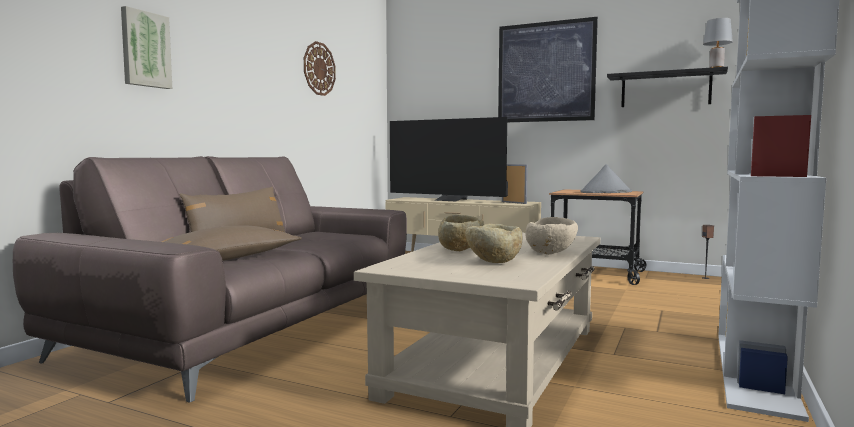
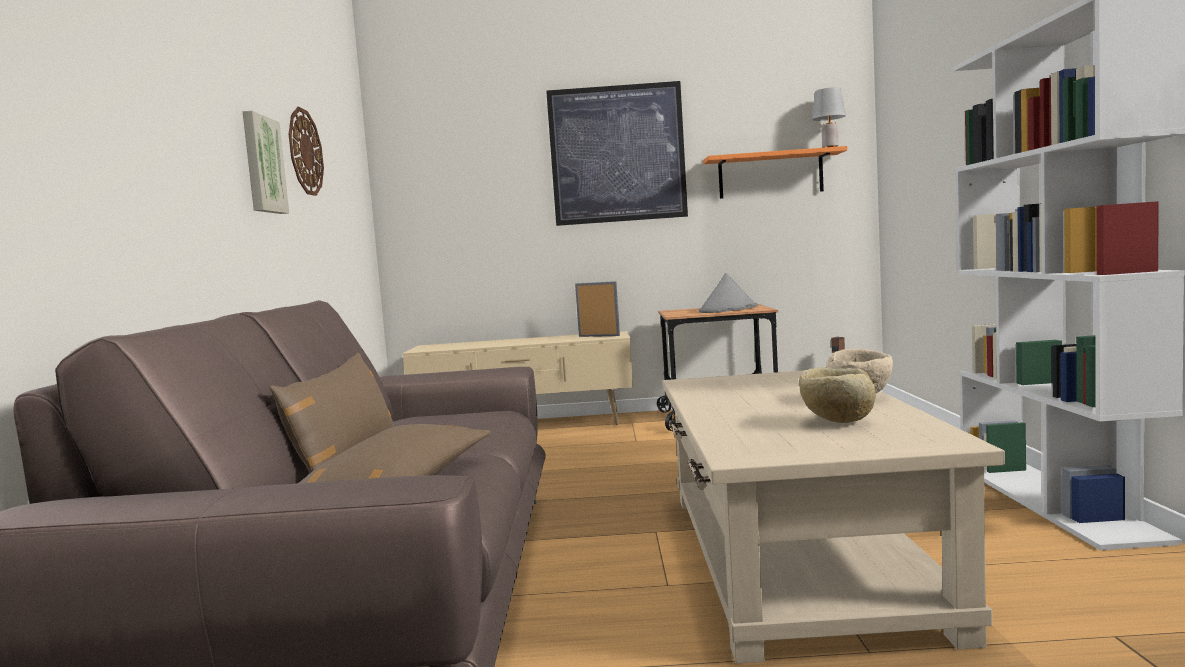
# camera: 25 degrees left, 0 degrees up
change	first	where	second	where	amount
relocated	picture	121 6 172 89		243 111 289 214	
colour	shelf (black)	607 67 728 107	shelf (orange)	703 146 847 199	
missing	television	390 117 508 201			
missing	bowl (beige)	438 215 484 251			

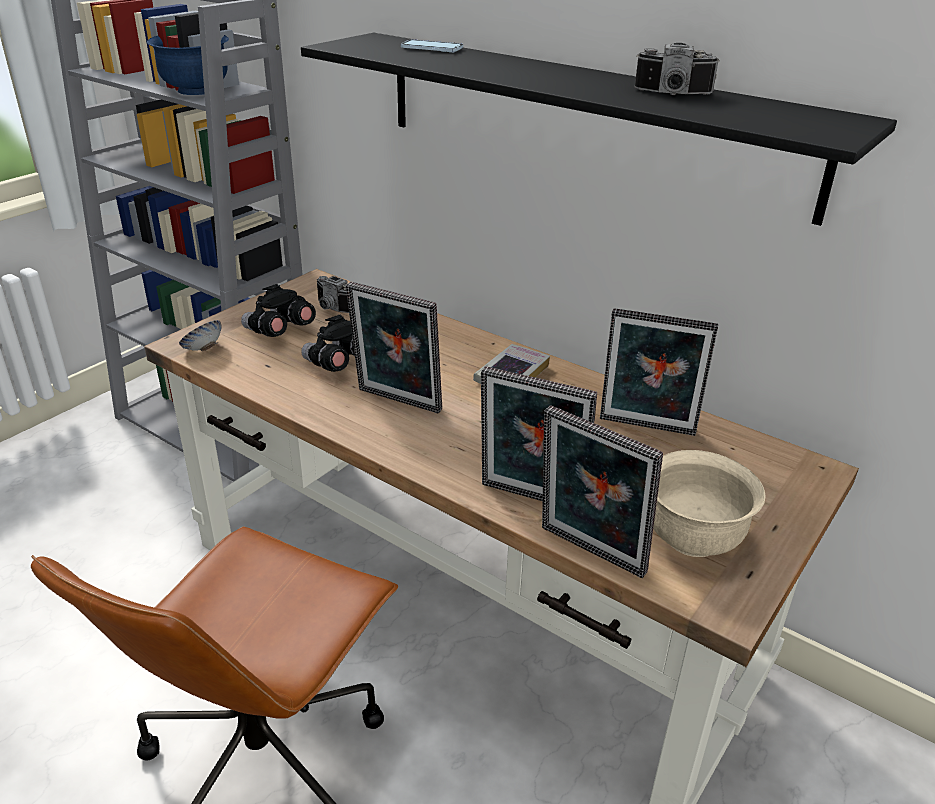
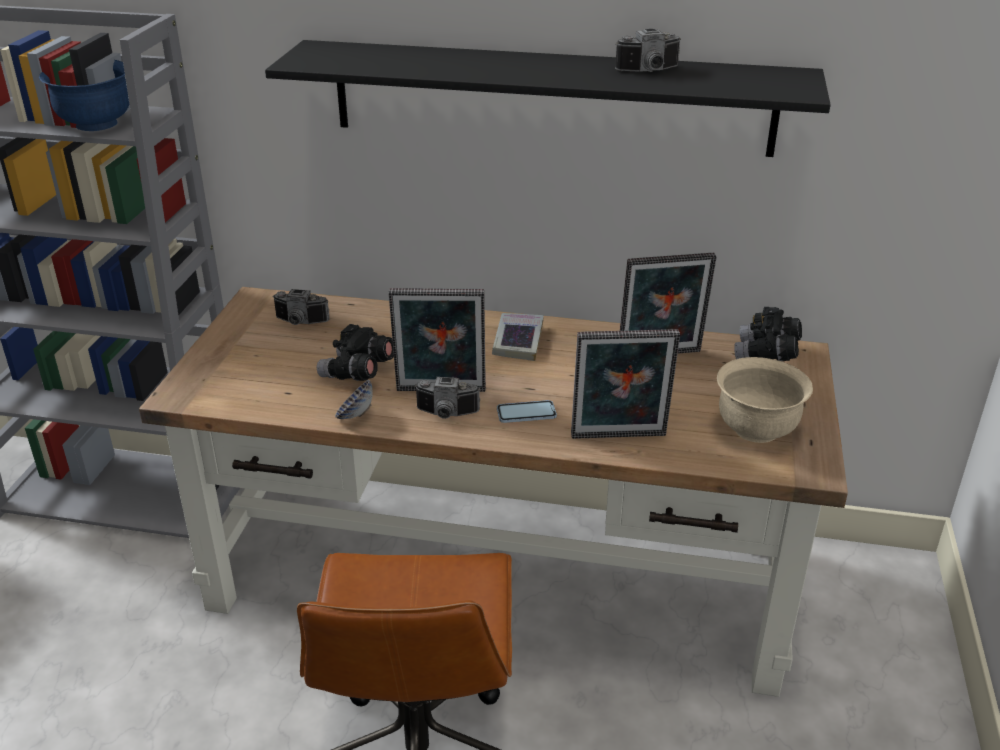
# camera: 25 degrees left, 0 degrees up
change	first	where	second	where	amount
relocated	phone	401 40 463 53		497 400 557 423	
relocated	binoculars (black)	241 284 316 337		734 307 802 361	
relocated	bowl	179 320 222 351		335 380 373 419	
missing	picture frame	542 405 663 578			
appeared			photo camera	414 377 480 419	

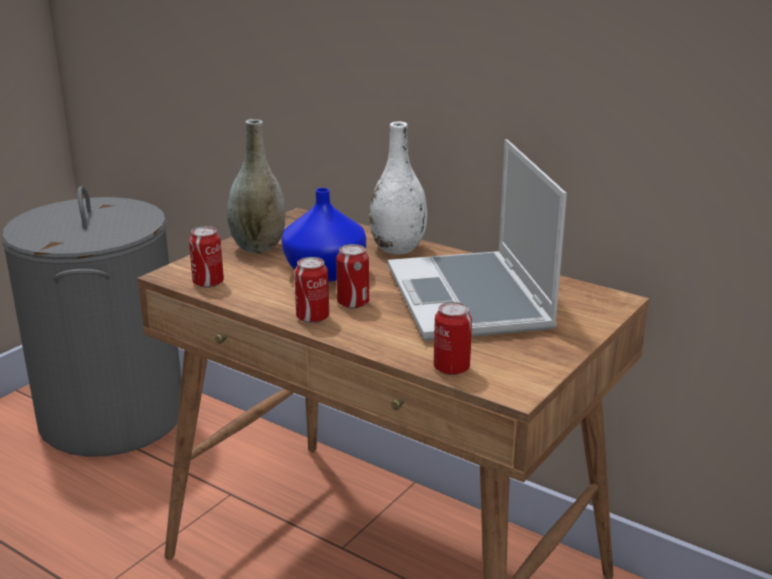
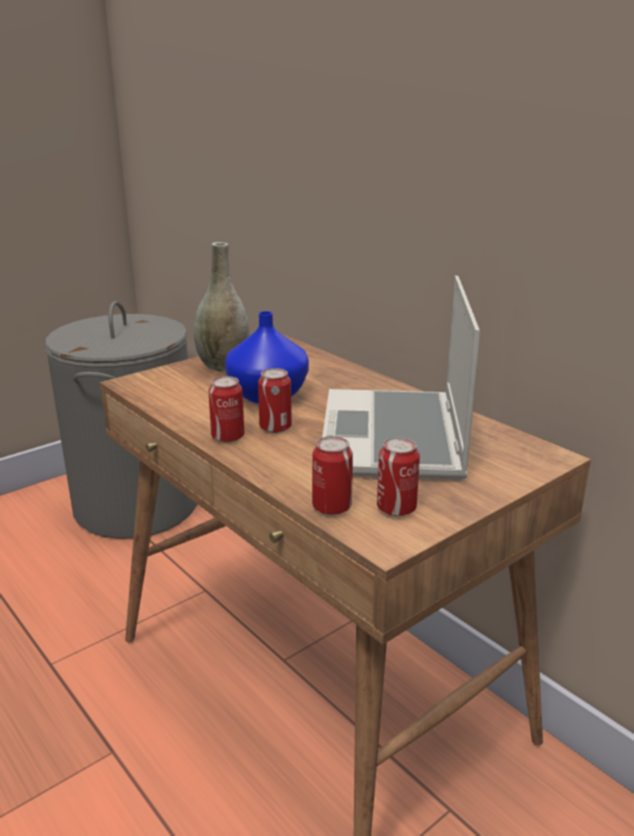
# camera: 15 degrees right, 0 degrees up
change	first	where	second	where	amount
missing	vase (white)	369 121 427 255			
relocated	can	189 226 224 288		377 437 420 516	

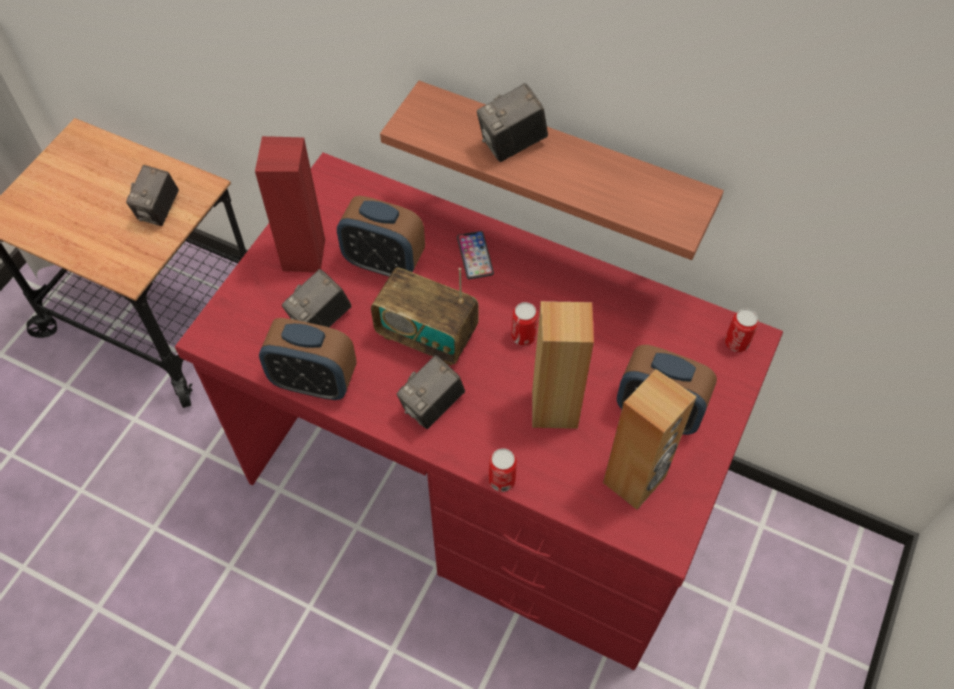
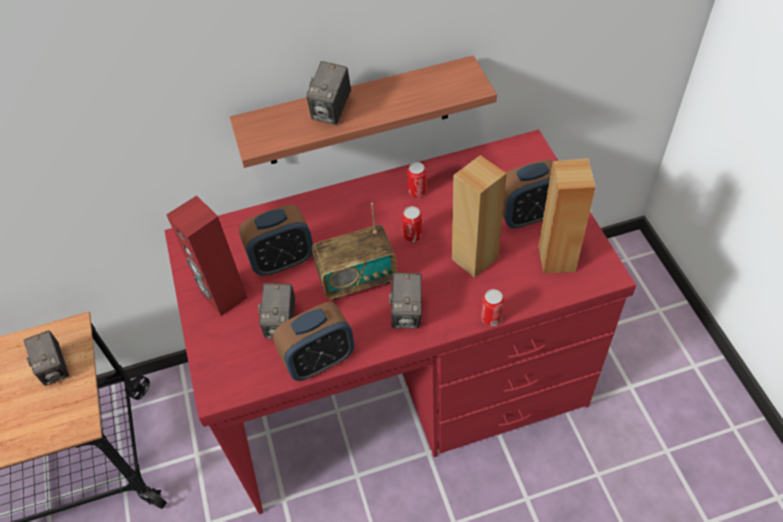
# camera: 40 degrees left, 5 degrees down
change	first	where	second	where	amount
missing	phone	457 231 494 279			
relocated	can	725 309 759 352		407 162 427 197	

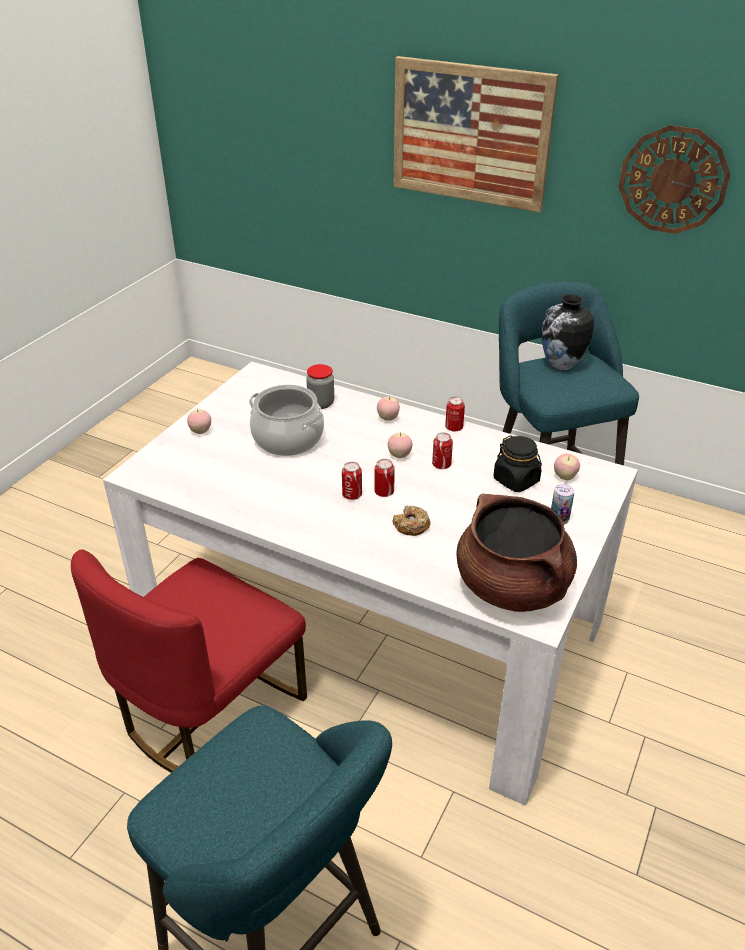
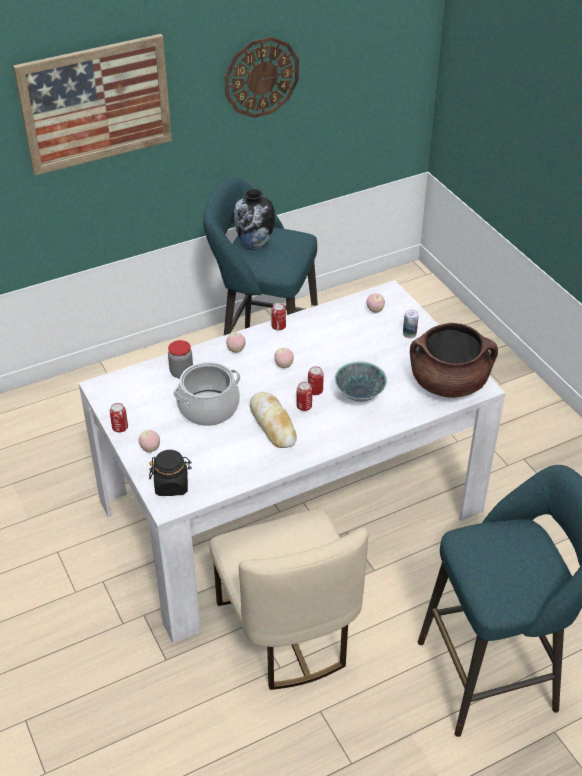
# camera: 55 degrees left, 5 degrees up
change	first	where	second	where	amount
relocated	can	432 432 453 469		110 403 128 432	
relocated	jar (black)	493 435 542 492		149 450 192 496	
exchanged	donut	392 505 430 536	bowl	334 361 387 402	
colour	chair (red)	71 549 307 773	chair (beige)	209 509 368 690	
appeared			bread	250 392 297 448	

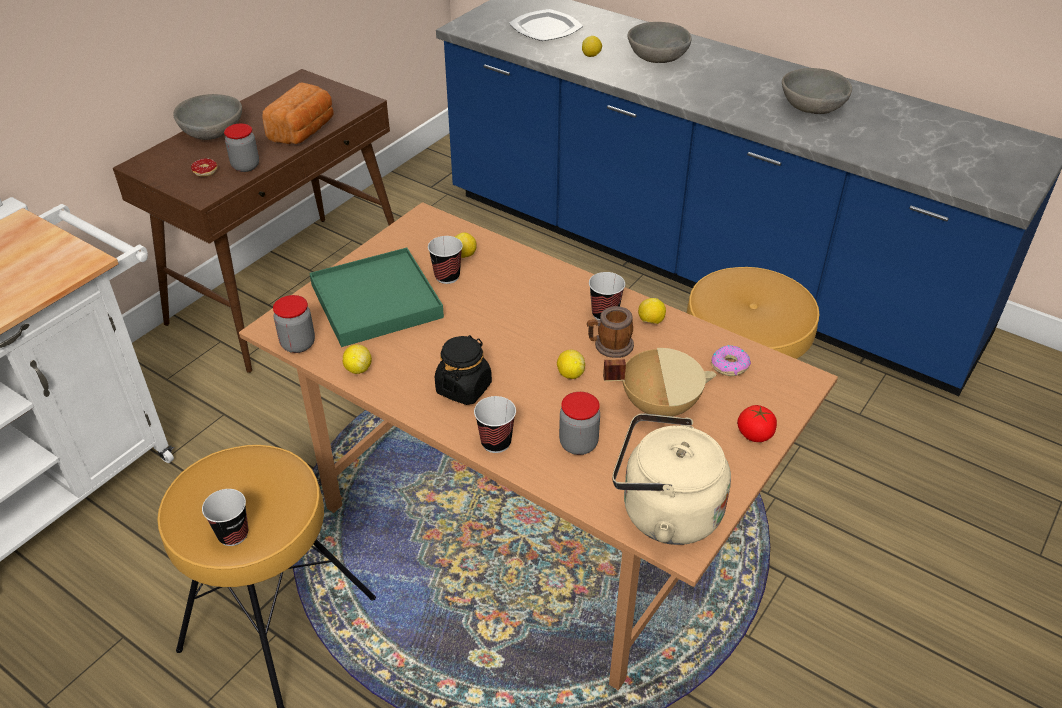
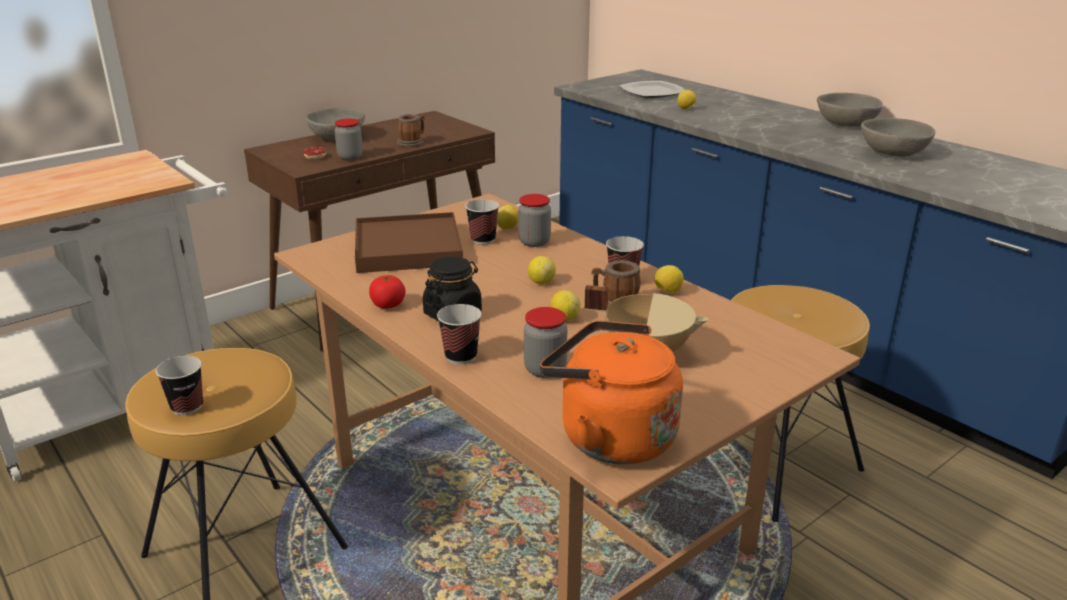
# camera: 15 degrees right, 15 degrees down
change	first	where	second	where	amount
relocated	bowl (grey)	627 22 691 63		817 93 883 127	
exchanged	bread	262 83 333 144	mug	397 114 425 147	
colour	tray (green)	309 248 444 347	tray (brown)	355 212 463 273	
relocated	jar	273 295 315 353		518 194 551 247	
relocated	lemon	343 344 372 374		528 256 556 284	
missing	donut	711 345 751 376			
relocated	tomato	737 405 777 442		369 275 405 309	
colour	kettle (beige)	612 413 731 545	kettle (orange)	540 321 683 464	

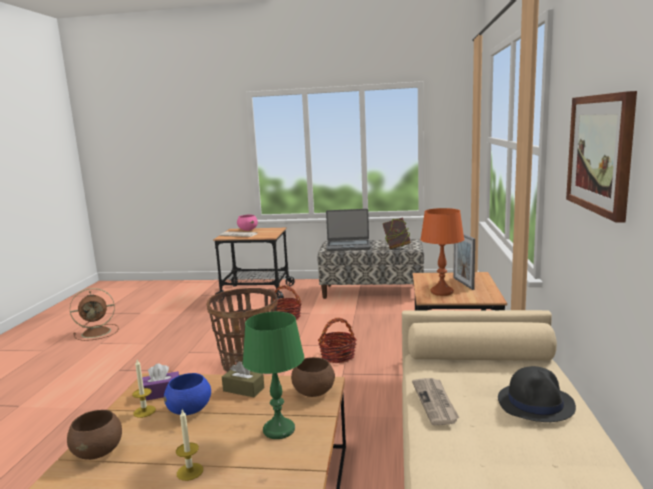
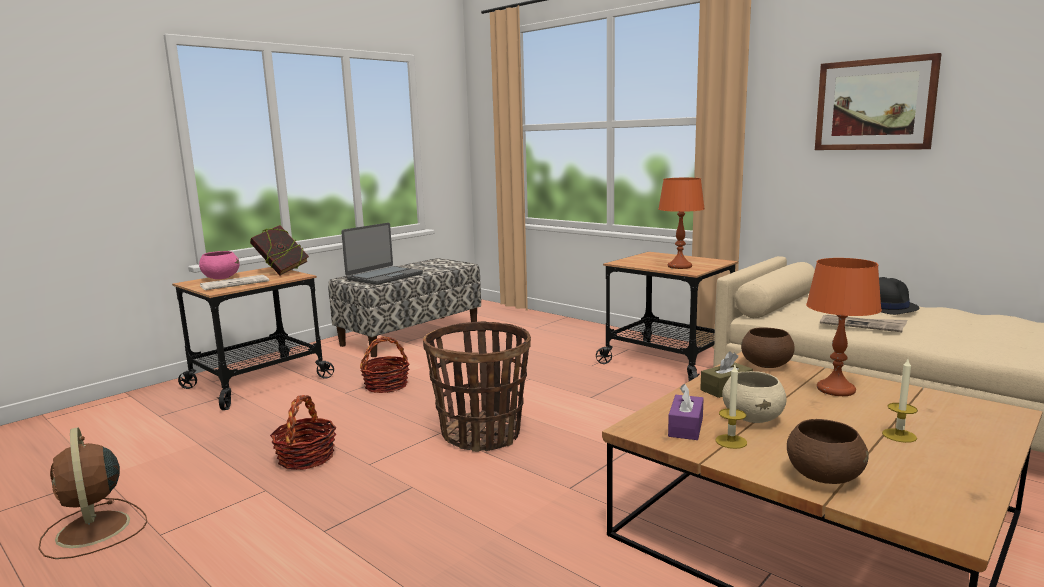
# camera: 55 degrees left, 0 degrees up
change	first	where	second	where	amount
relocated	book	383 217 411 249		250 225 309 276	
missing	picture frame	453 234 475 290			
spun	fan (brown)	70 288 119 341		38 427 147 559	135 degrees clockwise
colour	table lamp (green)	242 312 304 439	table lamp (orange)	806 258 882 396	
relocated	basket	318 318 357 363		270 395 336 470	
colour	bowl (blue)	164 373 211 415	bowl (beige)	722 371 787 423	

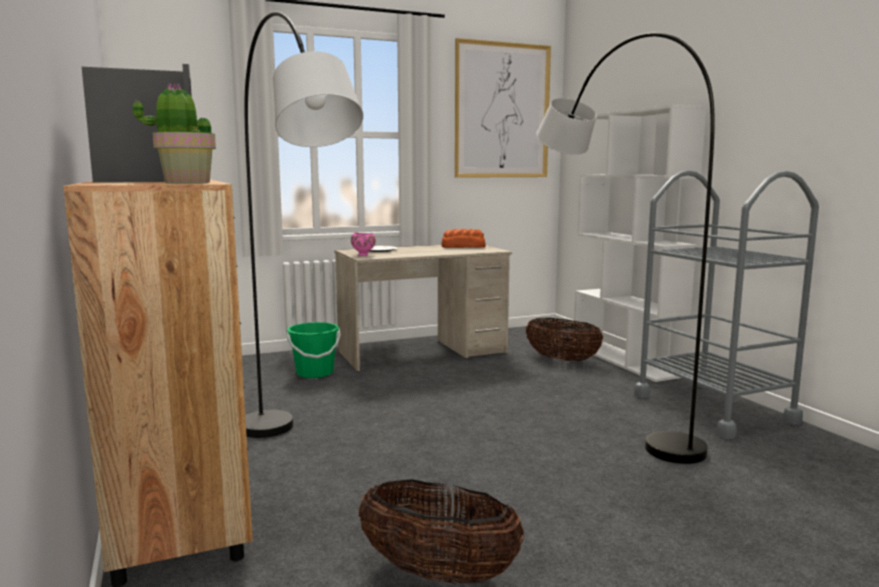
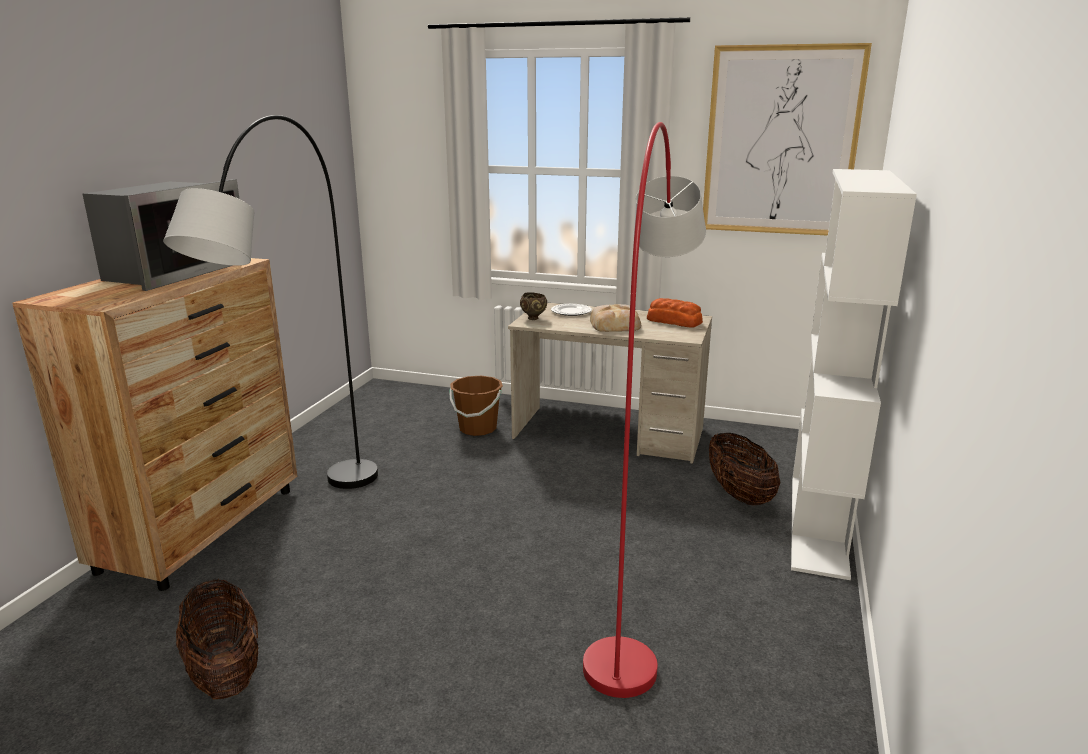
# camera: 40 degrees right, 10 degrees up
change	first	where	second	where	amount
colour	floor lamp (grey)	537 32 715 464	floor lamp (red)	583 122 706 698	
missing	potted plant	133 83 216 183			
missing	cart (grey)	634 170 819 439			
colour	bowl (pink)	351 233 376 256	bowl (brown)	520 293 547 320	
colour	bucket (green)	287 322 341 378	bucket (brown)	449 376 503 436	
appeared			bread	590 304 641 332	

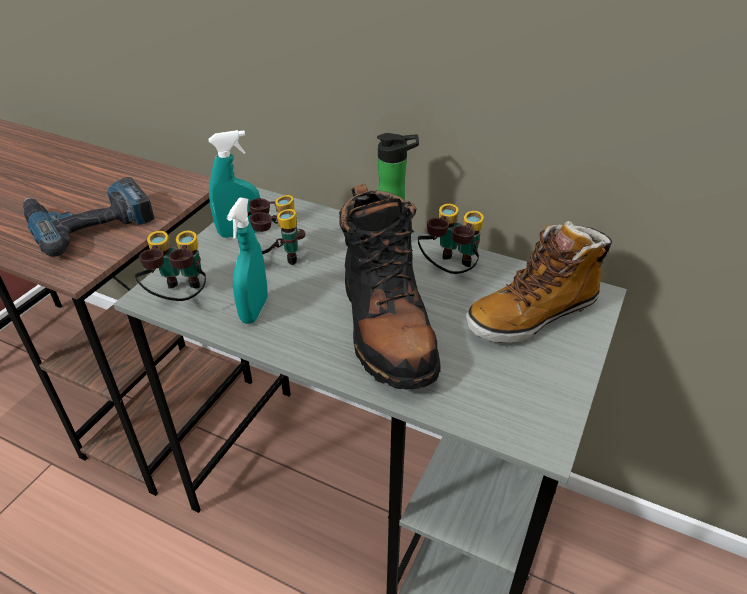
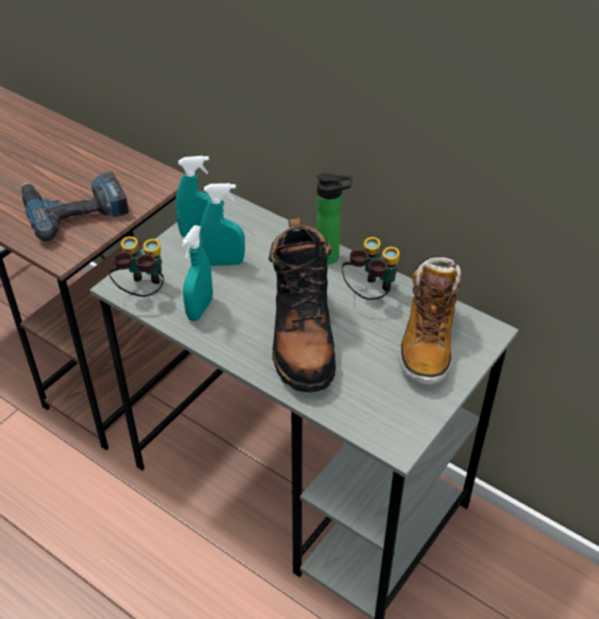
# camera: 10 degrees right, 5 degrees up
change	first	where	second	where	amount
exchanged	binoculars	237 195 305 265	spray bottle (turquoise)	200 183 245 266	
spun	boot	466 221 612 343		398 256 461 385	60 degrees counterclockwise

